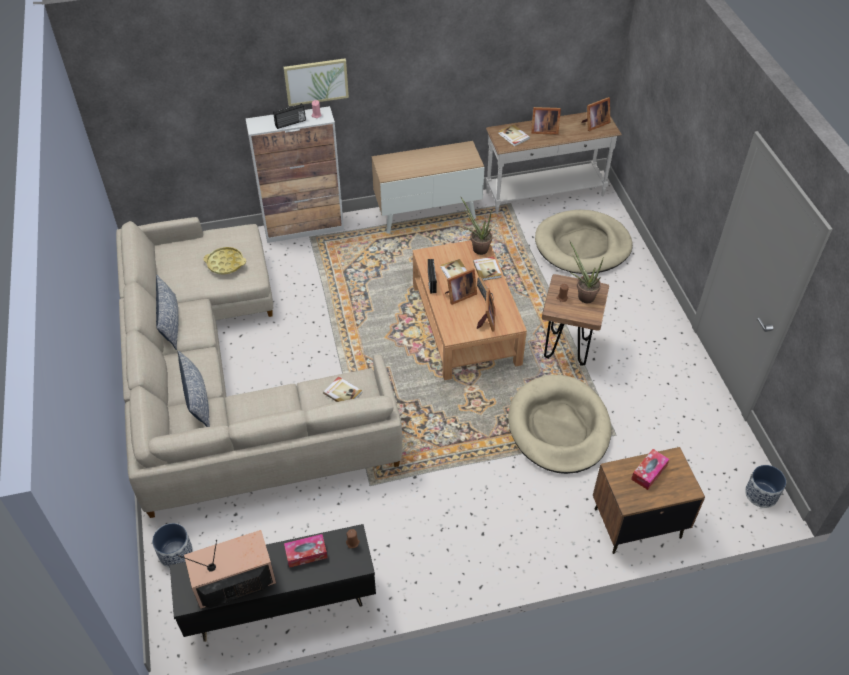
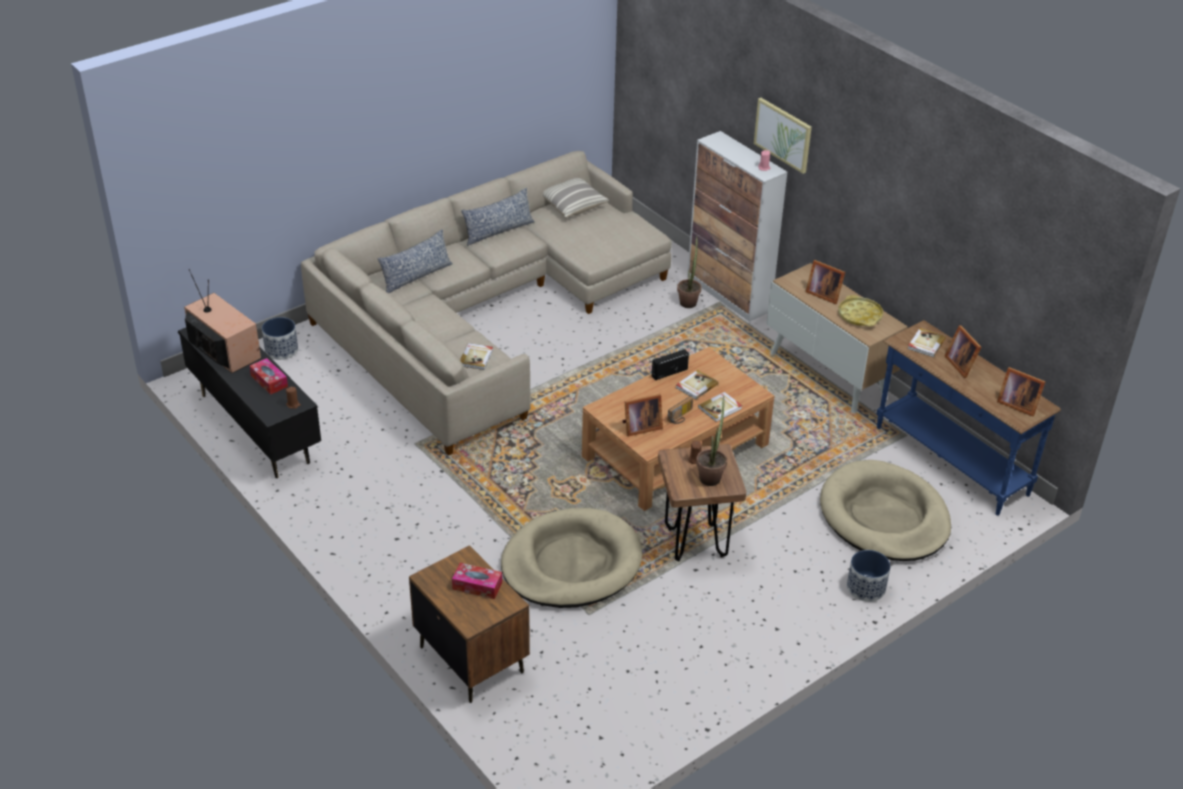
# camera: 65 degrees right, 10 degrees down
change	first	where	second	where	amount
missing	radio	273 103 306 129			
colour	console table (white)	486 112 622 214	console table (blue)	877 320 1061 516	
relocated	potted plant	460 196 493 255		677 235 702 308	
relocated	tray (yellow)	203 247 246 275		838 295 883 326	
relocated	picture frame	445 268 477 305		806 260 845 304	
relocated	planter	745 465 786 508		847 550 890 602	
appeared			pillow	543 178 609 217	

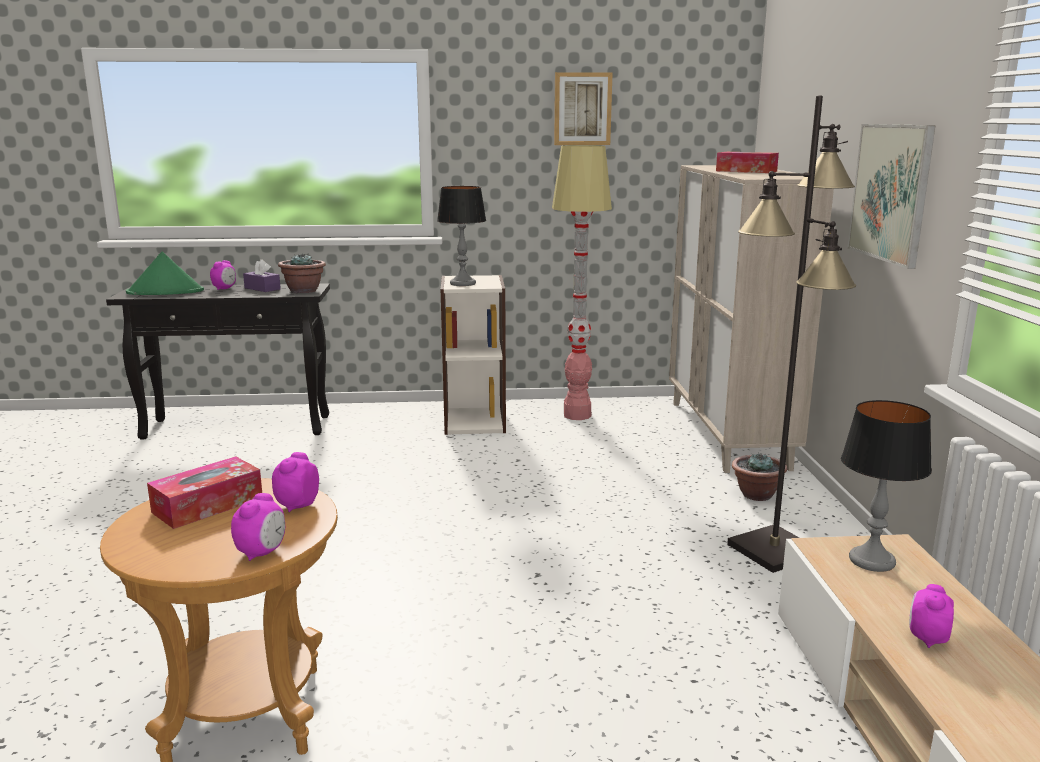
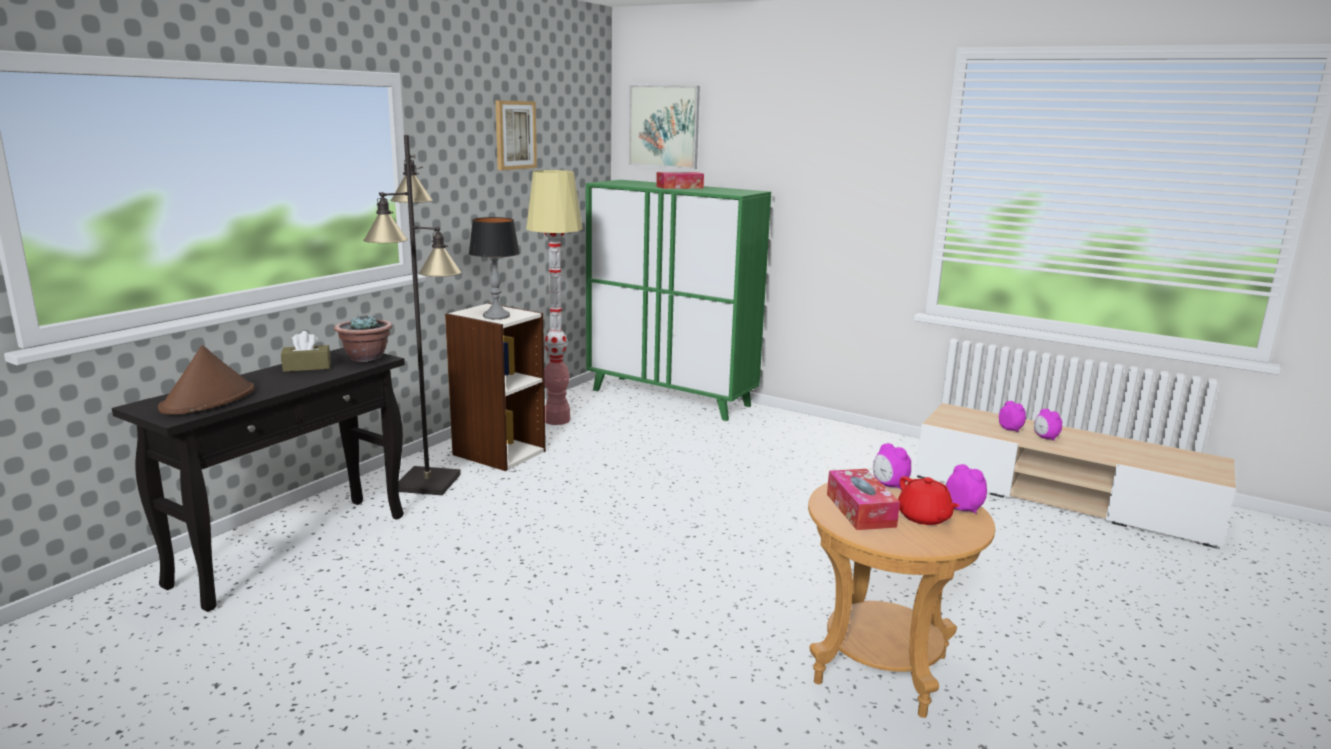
# camera: 55 degrees left, 0 degrees up
change	first	where	second	where	amount
relocated	floor lamp (black)	727 95 856 573		363 135 462 495	
relocated	picture	847 124 936 269		629 85 700 169	
colour	cabinet (beige)	669 165 834 473	cabinet (green)	586 180 771 421	
colour	hat (green)	126 252 204 295	hat (brown)	158 345 255 415	
colour	tissue box (purple)	243 259 281 292	tissue box (brown)	281 331 331 372	
relocated	alarm clock	210 260 236 290		999 401 1026 432	
missing	table lamp	841 400 932 572			
missing	potted plant	732 452 787 501			
appeared			teapot (red)	898 476 959 525	

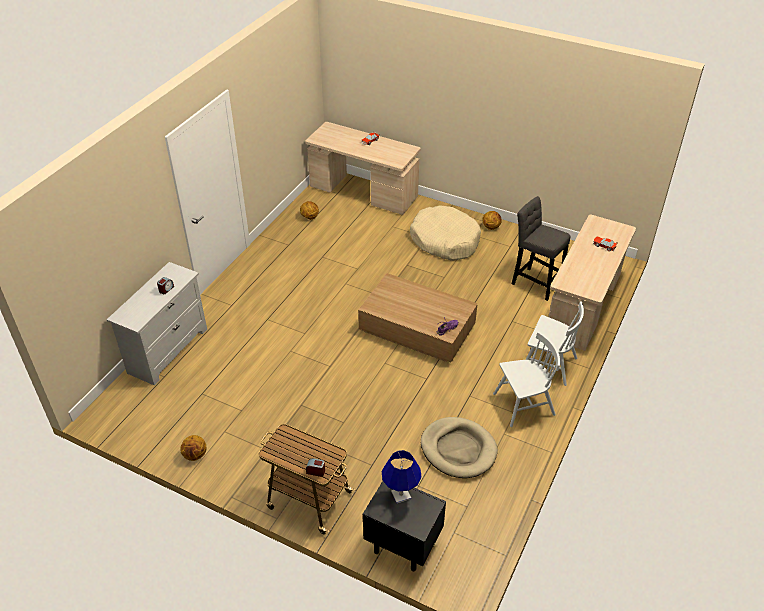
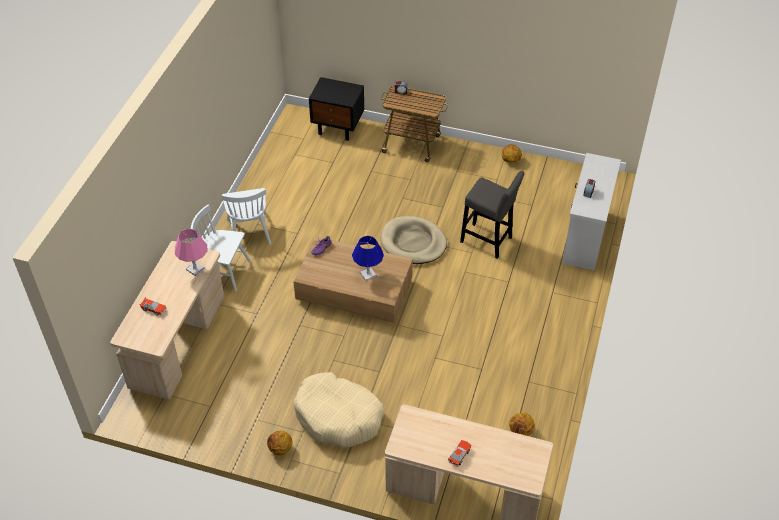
# camera: 170 degrees right, 5 degrees up
change	first	where	second	where	amount
relocated	stool (grey)	512 196 570 301		460 171 525 259	
spun	chair (white)	493 332 560 427		222 188 272 245	75 degrees counterclockwise
relocated	dog bed (beige)	421 417 498 478		381 216 447 264	
relocated	table lamp (blue)	382 450 422 504		352 236 384 281	
appeared			table lamp (pink)	175 229 207 276	

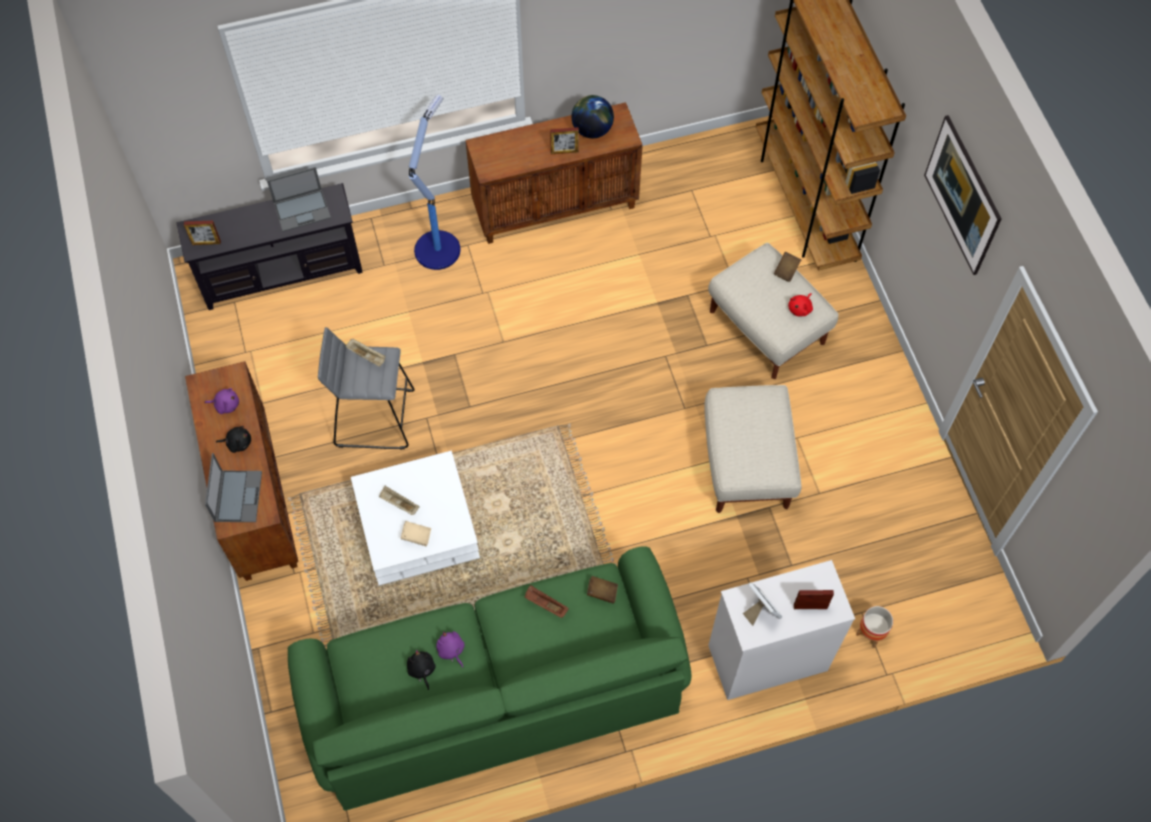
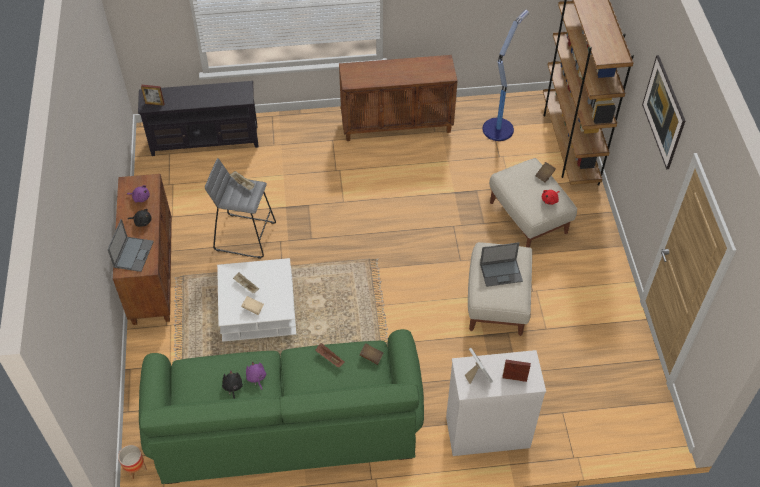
# camera: 10 degrees right, 10 degrees down
change	first	where	second	where	amount
relocated	floor lamp	409 95 461 270		482 10 529 141	
missing	globe	571 95 614 138			
missing	picture frame	550 127 579 154			
relocated	laptop	267 167 331 232		480 242 523 287	
relocated	planter	856 606 893 648		118 445 147 479	

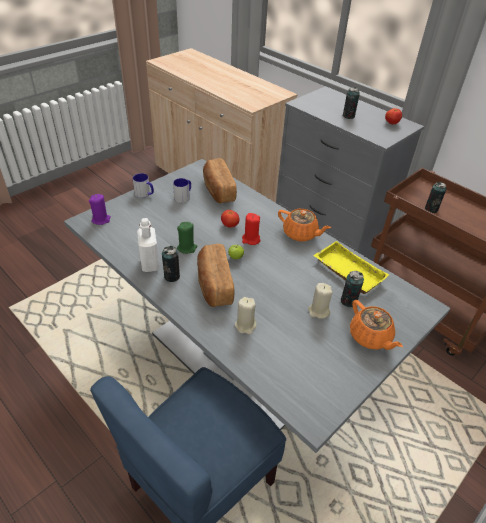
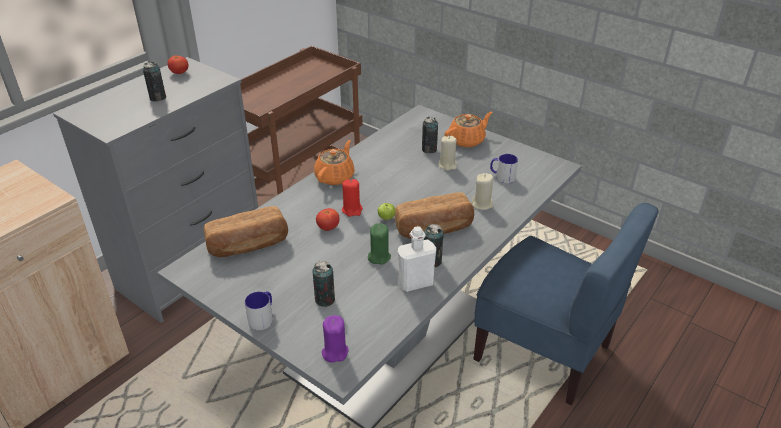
# camera: 95 degrees left, 5 degrees down
change	first	where	second	where	amount
relocated	mug	173 178 191 203		490 154 518 184	
relocated	can	425 182 446 213		313 261 335 307	
missing	tray (yellow)	314 241 389 294			

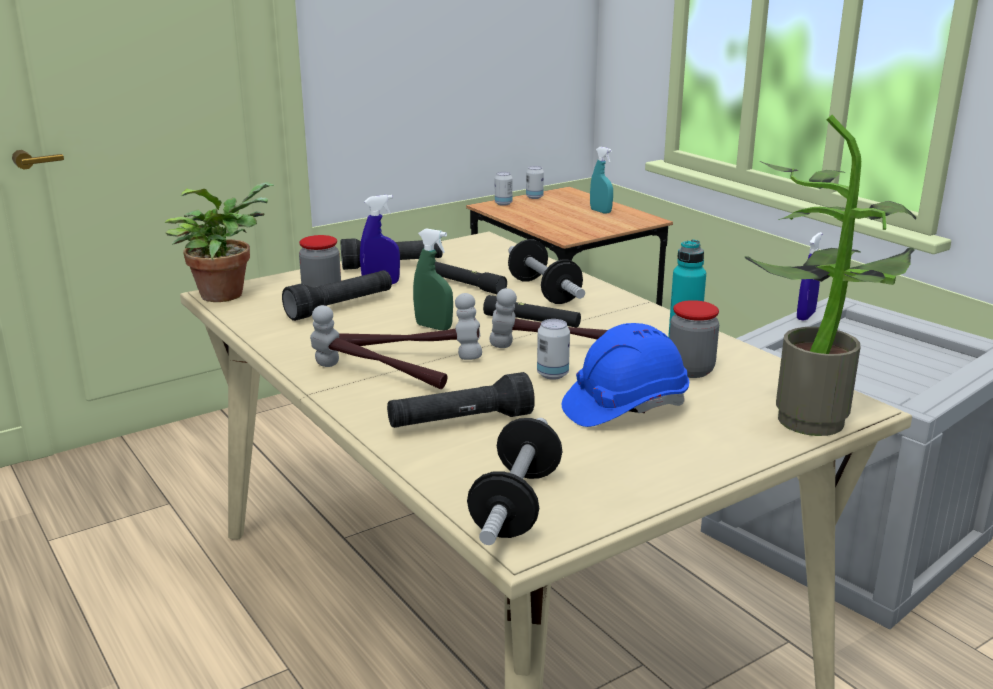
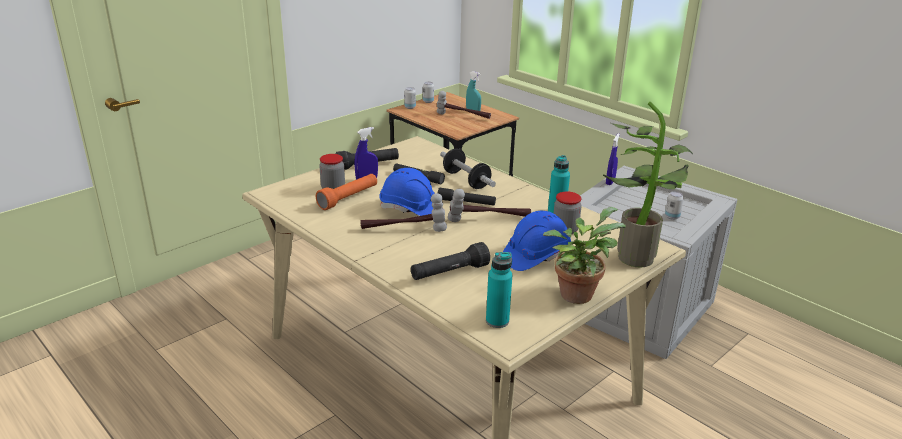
# camera: 10 degrees left, 5 degrees up
change	first	where	second	where	amount
relocated	potted plant	165 182 275 302		543 207 626 304	
exchanged	spray bottle (green)	413 229 453 330	hard hat (blue)	379 168 435 216	
colour	flashlight (black)	282 270 392 321	flashlight (orange)	316 174 377 210	
relocated	hammer	310 305 447 389		437 91 491 119	
relocated	can	537 319 570 380		665 191 684 220	
exchanged	dumbbell	467 418 562 545	bottle (turquoise)	486 252 512 328	

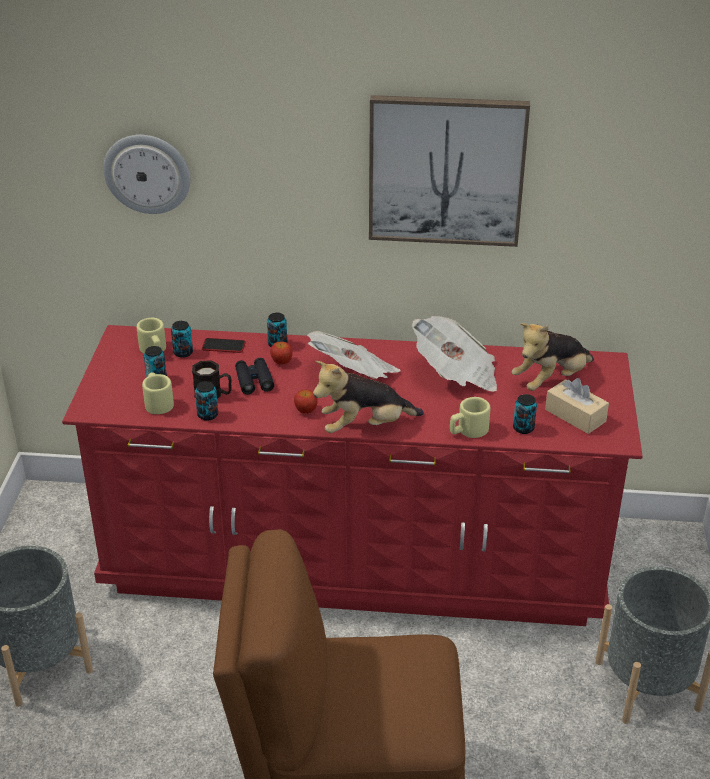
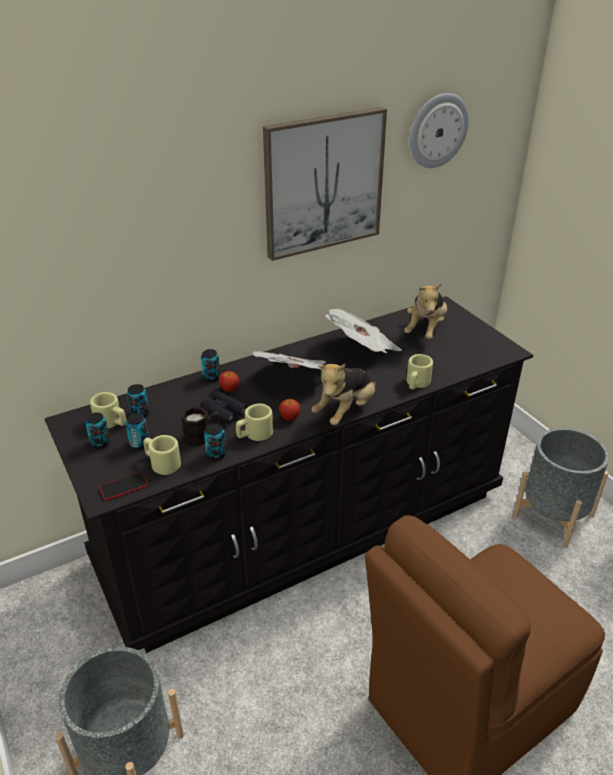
# camera: 35 degrees left, 0 degrees up
change	first	where	second	where	amount
relocated	wall clock	103 135 190 214		409 93 469 168	
colour	dresser (red)	62 325 643 626	dresser (black)	45 296 533 653	
relocated	phone	202 338 246 353		99 472 148 500	
missing	tissue box (beige)	545 378 609 434			
relocated	can	513 394 537 434		85 412 110 449	
appeared			mug (beige)	236 404 273 441	

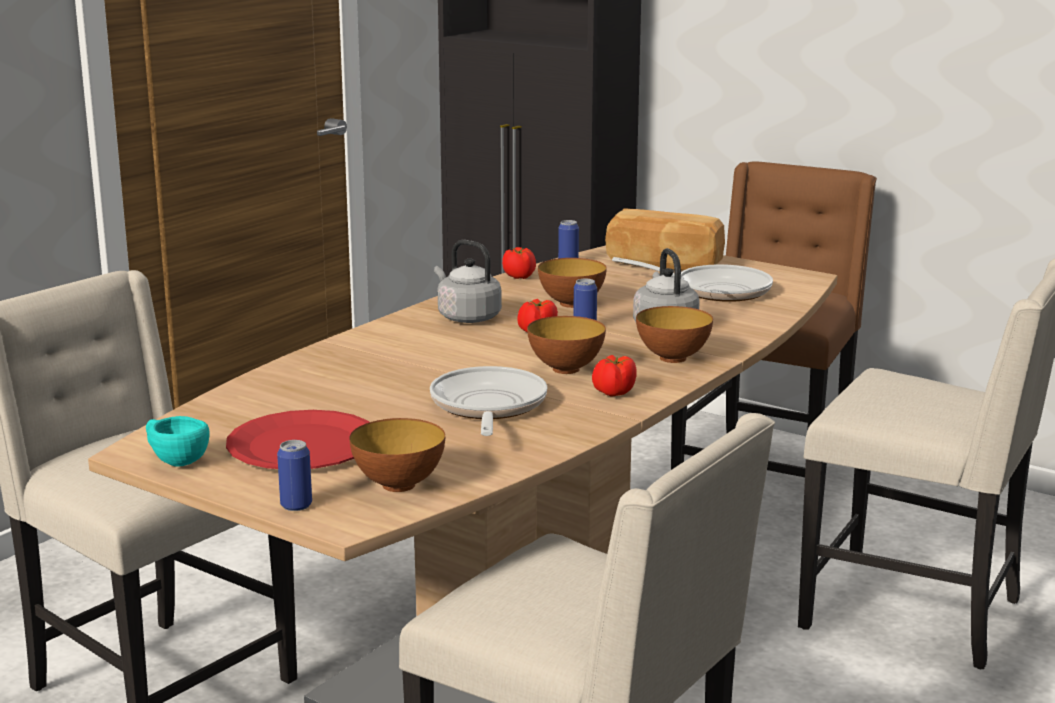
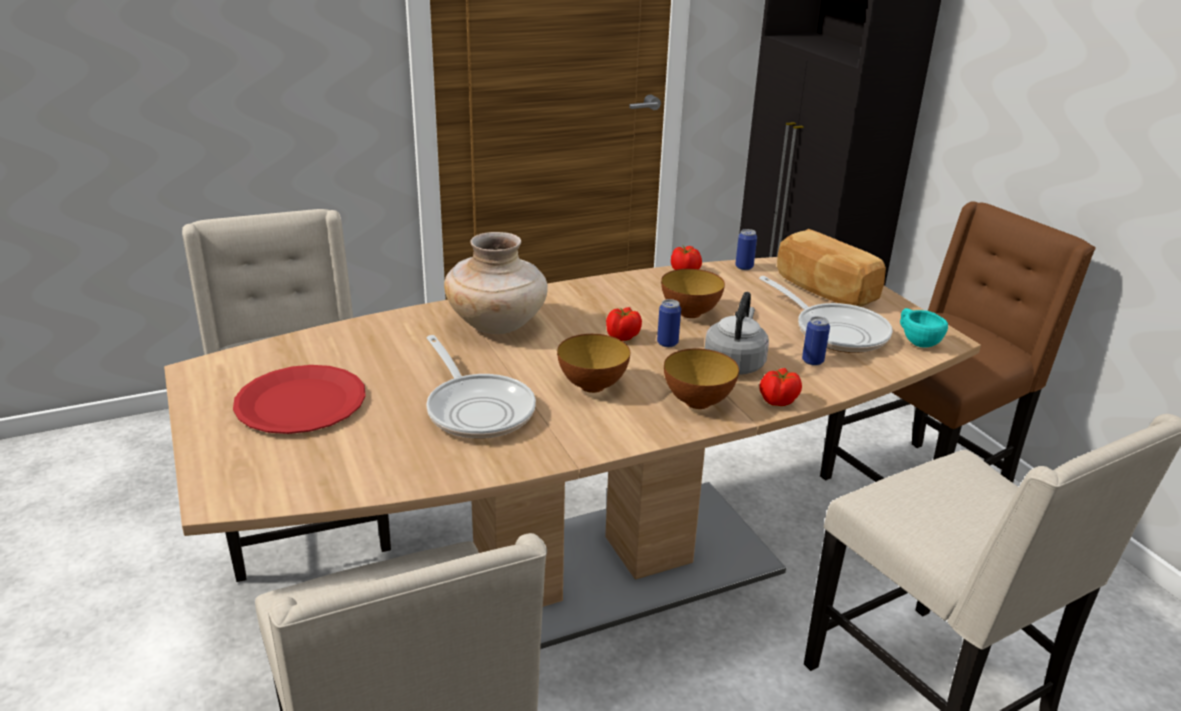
# camera: 30 degrees right, 10 degrees up
change	first	where	second	where	amount
missing	kettle (grey)	434 240 502 323			
relocated	tomato	592 355 637 396		759 368 802 406	
spun	frying pan	430 366 547 436		426 335 536 439	120 degrees clockwise
relocated	cup (turquoise)	146 416 209 467		900 308 948 347	
missing	bowl	349 418 445 492			
relocated	can	277 440 312 511		802 316 830 366	
appeared			vase (beige)	444 232 548 334	

